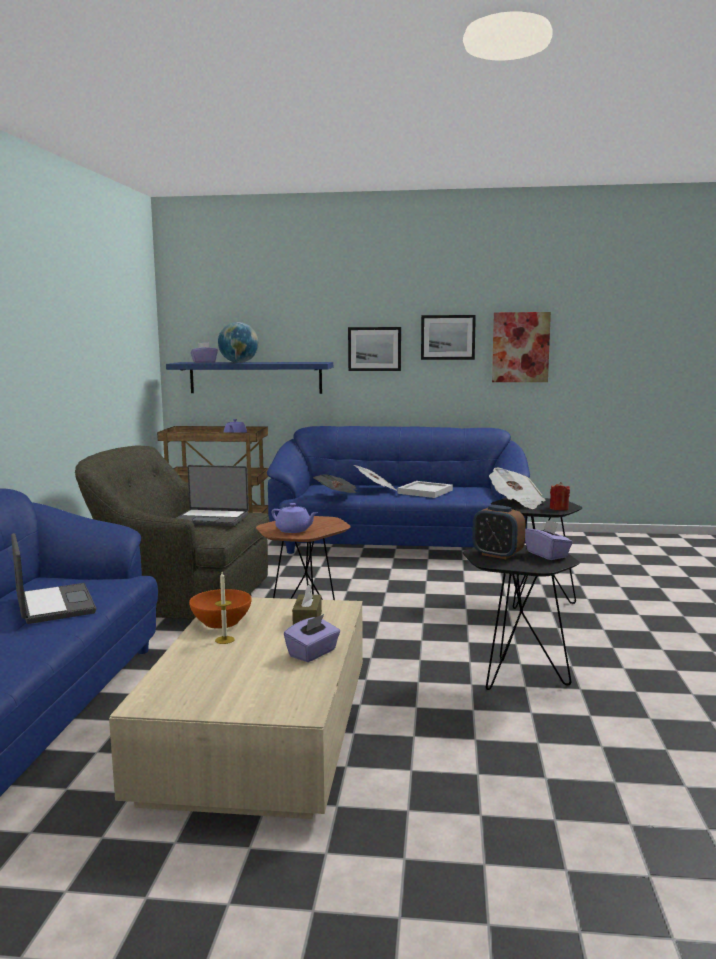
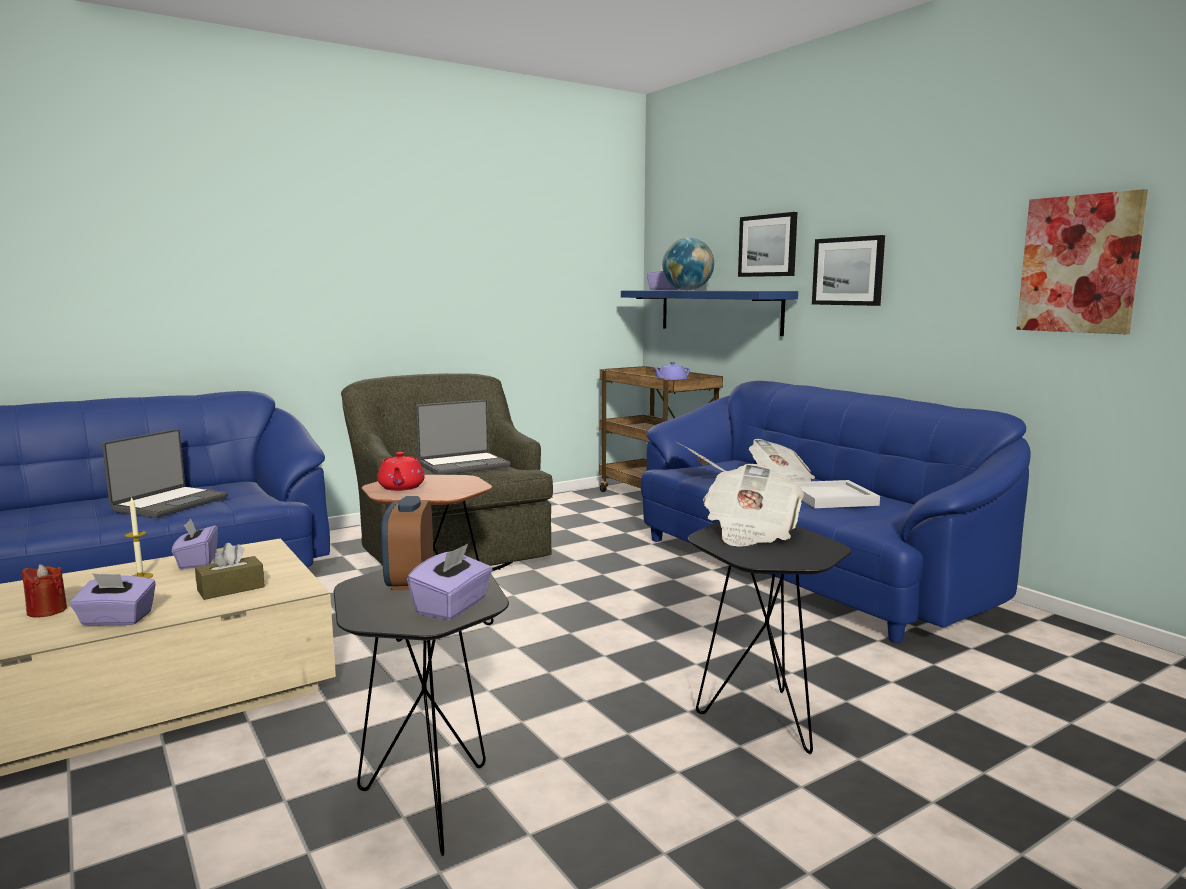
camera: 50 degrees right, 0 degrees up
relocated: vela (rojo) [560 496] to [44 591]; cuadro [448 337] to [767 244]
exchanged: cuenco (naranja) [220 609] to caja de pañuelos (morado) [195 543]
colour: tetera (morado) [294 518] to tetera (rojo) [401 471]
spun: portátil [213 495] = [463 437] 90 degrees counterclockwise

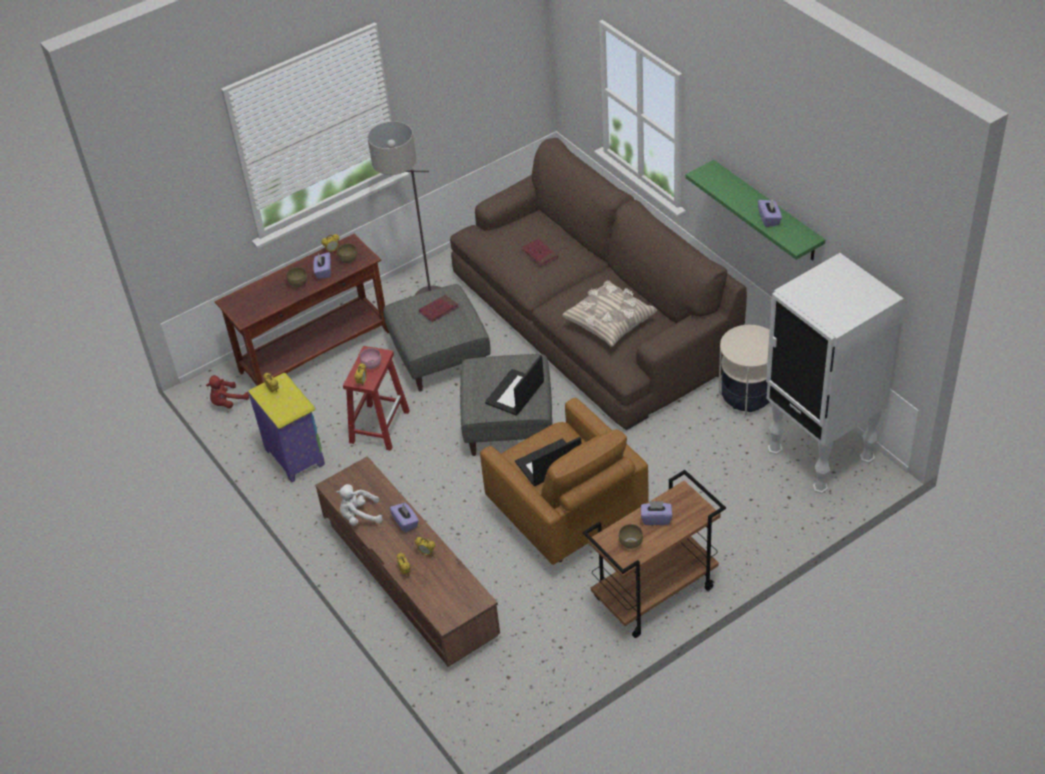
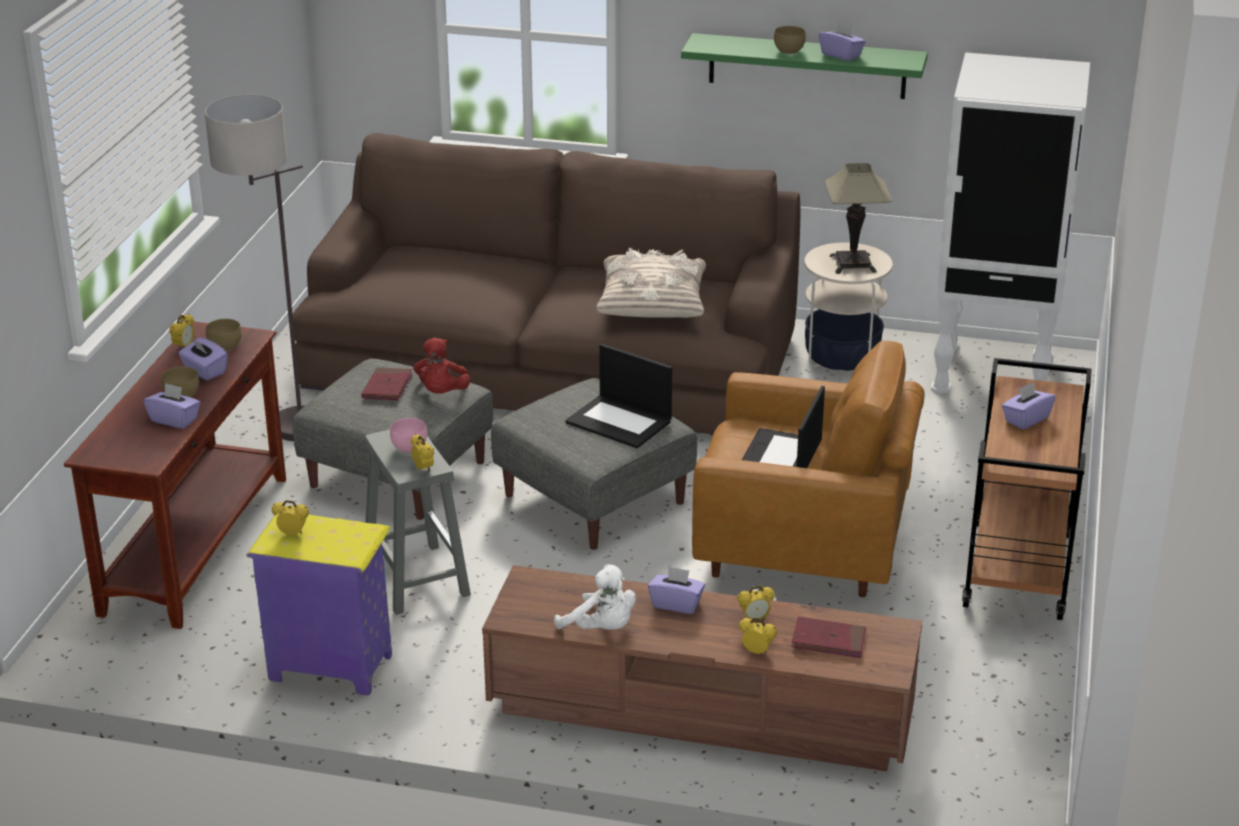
camera: 45 degrees left, 15 degrees down
appeared: caja de pañuelos (morado) [172 406]; lámpara de mesa [858 218]
relocated: peluche (rojo) [227 391] to [441 365]; cuenco (marrón) [631 536] to [790 40]; libro (rojo) [539 253] to [828 637]
colour: taburete (rojo) [376 398] to taburete (gris) [418 522]
spun: peluche (blanco) [359 505] = [595 597] 90 degrees counterclockwise; portátil [514 385] = [618 396] 45 degrees counterclockwise

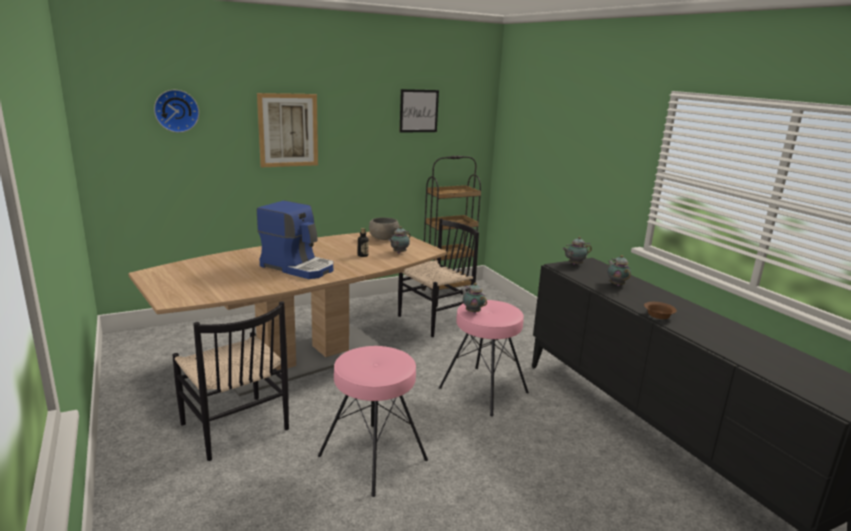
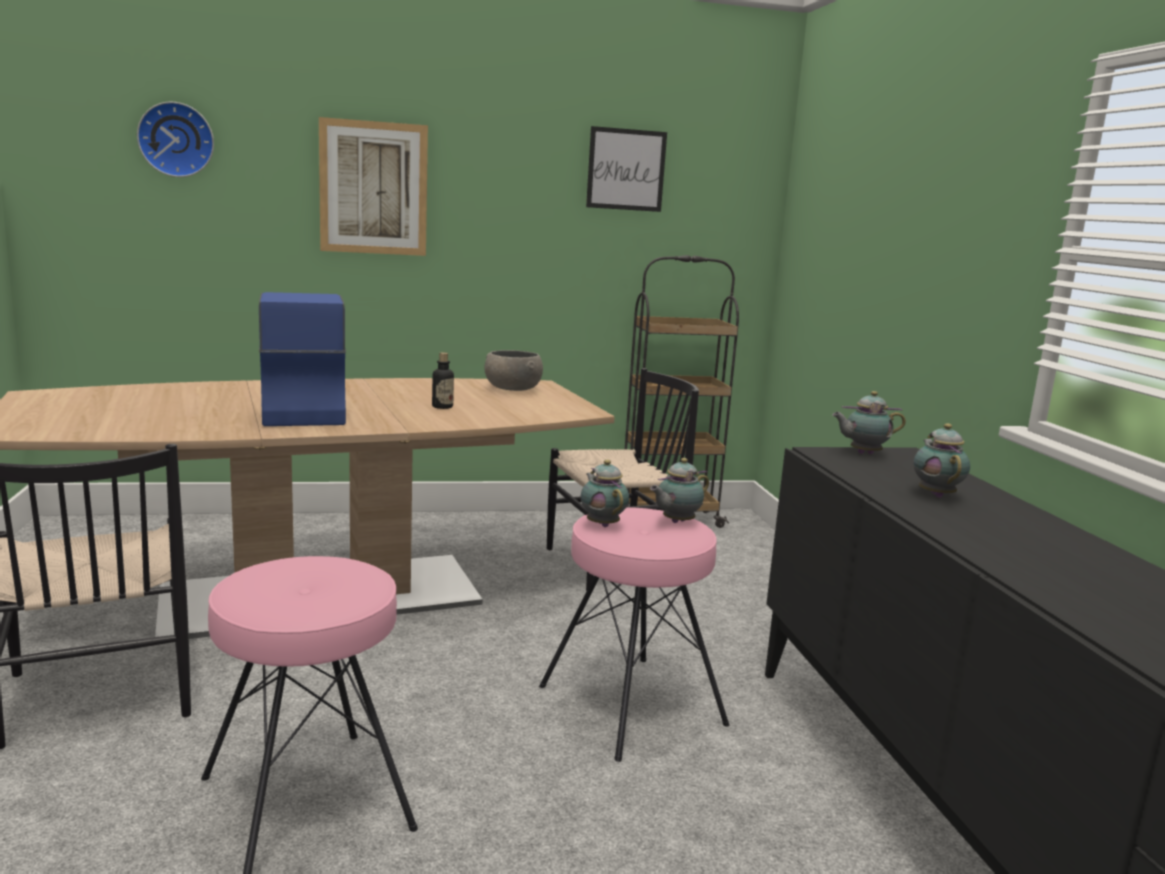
camera: 15 degrees right, 5 degrees down
missing: cuenco (marrón) [660 310]
relocated: tetera [399 239] to [679 490]
spun: cafetera [295 239] = [302 359] 150 degrees counterclockwise

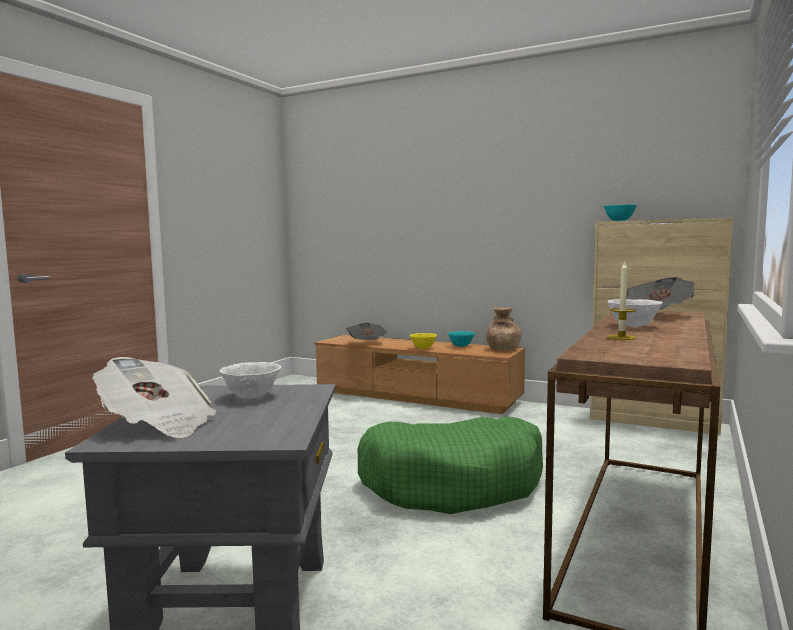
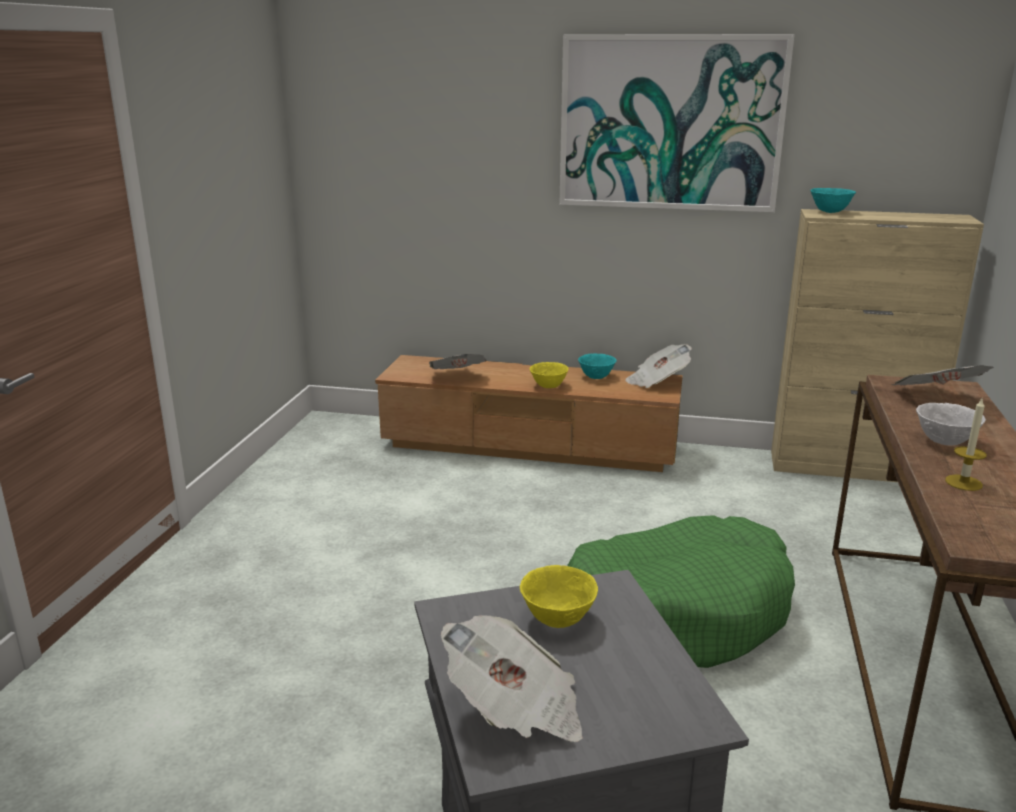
camera: 15 degrees left, 15 degrees up
appeared: cuadro [677 123]
exchanged: florero (marrón) [503 329] to periódico [658 366]
colour: cuenco (blanco) [250 380] to cuenco (amarillo) [559 596]

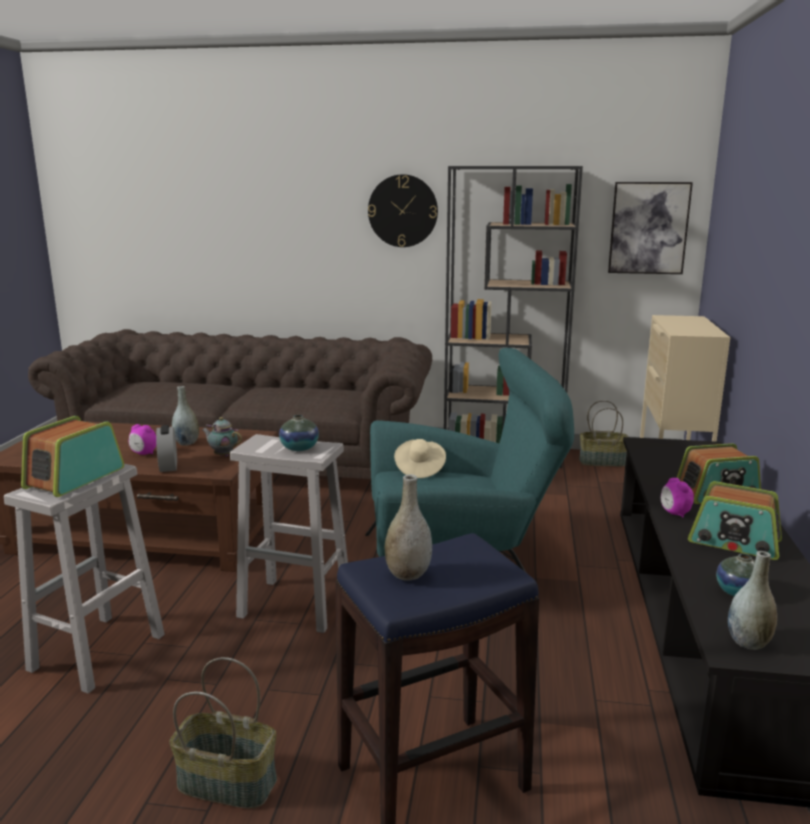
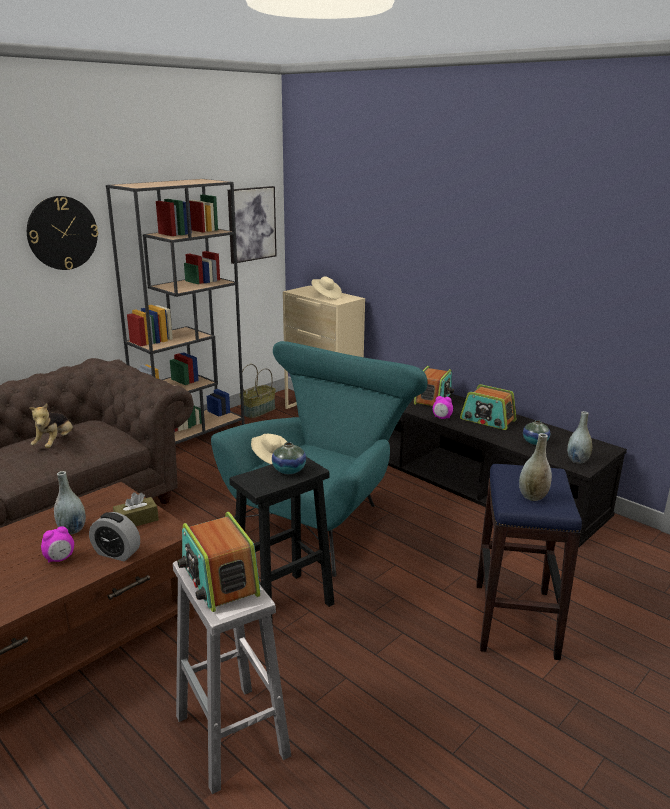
camera: 55 degrees left, 5 degrees up
missing: cesta [223 733]
appeared: peluche [51 426]; sombrero (beis) [327 287]
exchanged: tetera [222 437] to caja de pañuelos (marrón) [136 509]
colour: taburete (blanco) [289 533] to taburete (negro) [281 541]
spun: radio [735 520] = [488 407] 60 degrees clockwise

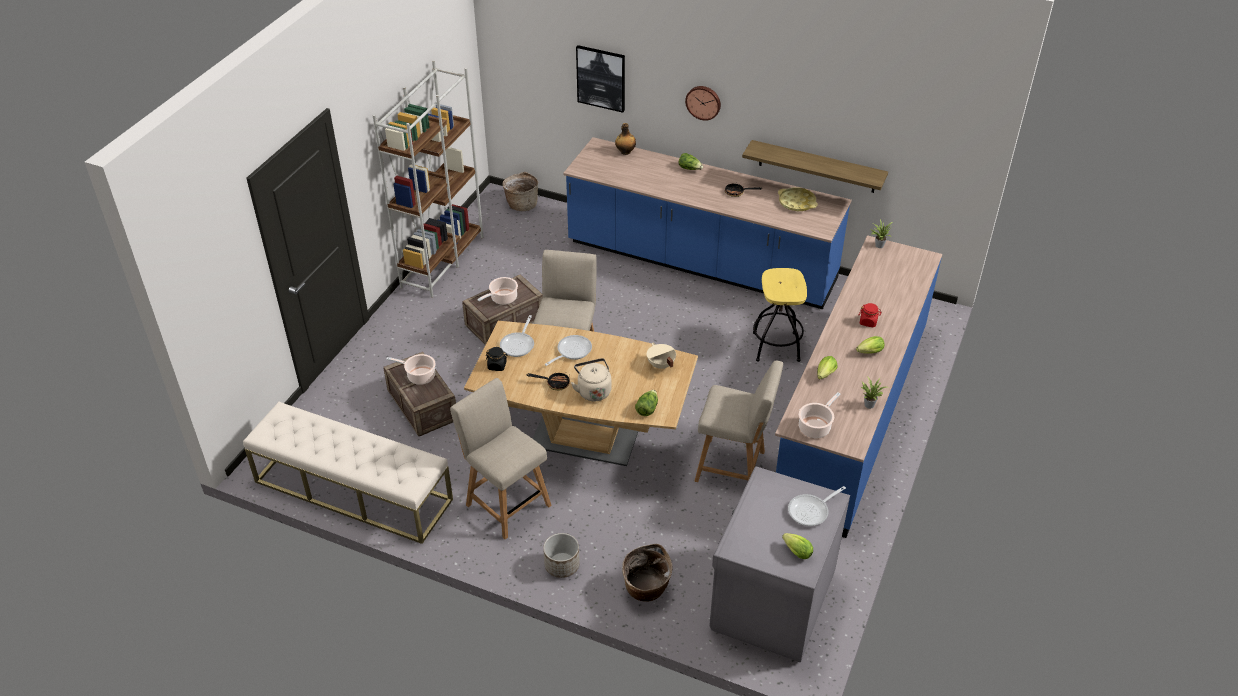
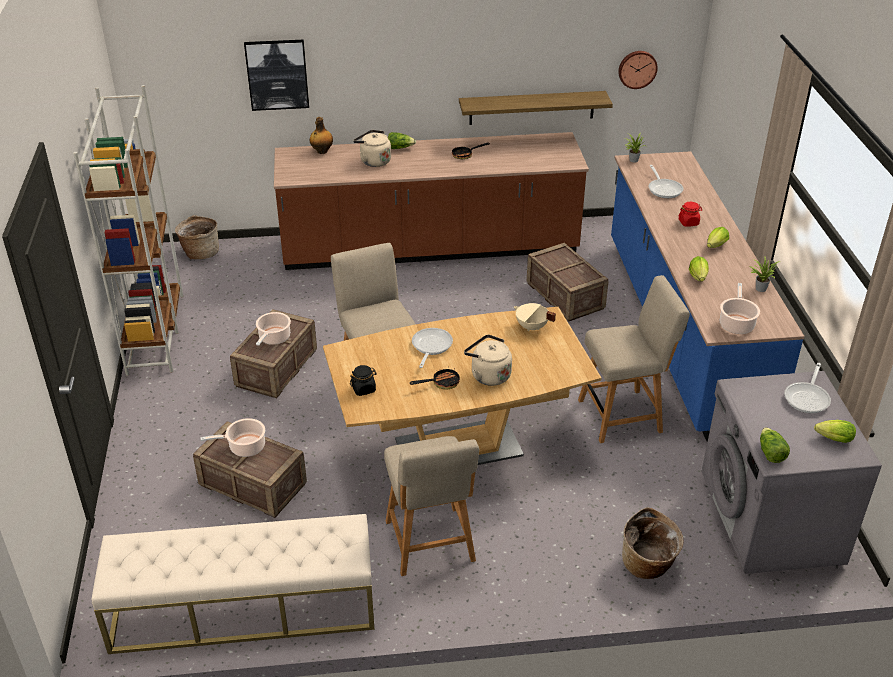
camera: 30 degrees left, 5 degrees down
missing: maceta [561 555]; bandeja (amarillo) [798 199]
appeared: hervidor (beis) [372 148]
relocated: reloj de pared [703 103] to [638 70]; sartén [517 336] to [666 181]; lechuga [646 403] to [775 445]
exchanged: taburete (amarillo) [780 315] to caja de embalaje [568 282]
colour: mueble bajo de cocina (azul) [707 223] to mueble bajo de cocina (marrón) [431 201]
spun: silla (beis) [501 458] = [431 506] 120 degrees counterclockwise

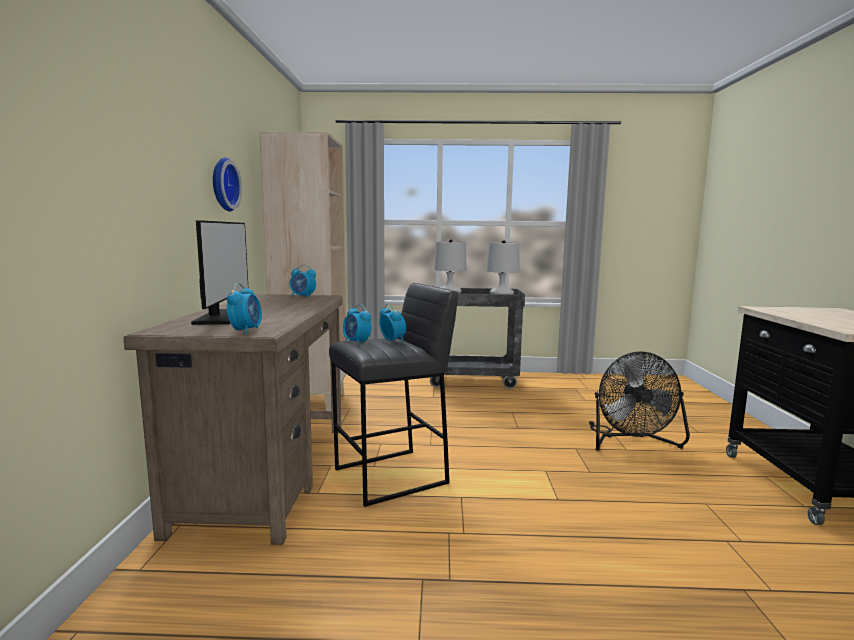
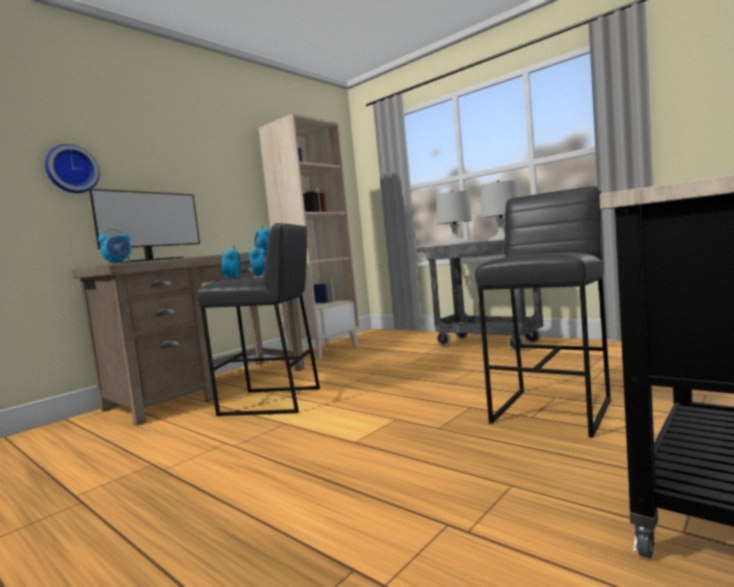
camera: 40 degrees right, 5 degrees down
relocated: reloj de pared [227 184] to [72 168]
exchanged: ventilador (negro) [639 401] to taburete (gris) [543 312]

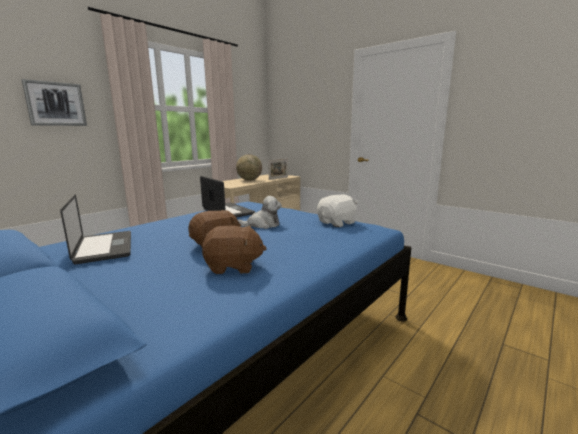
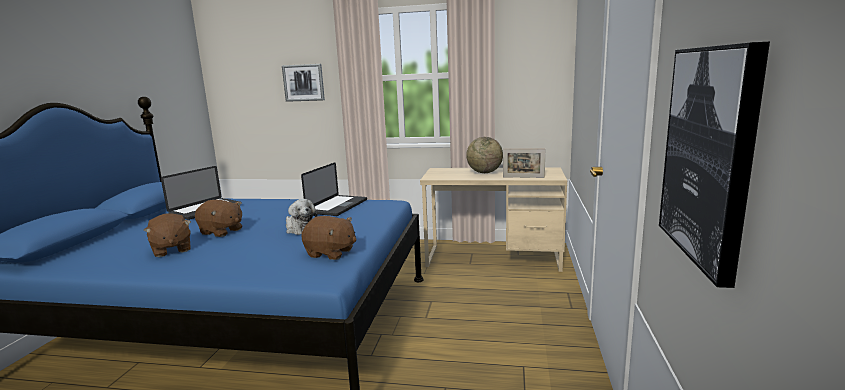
camera: 60 degrees right, 0 degrees up
appeared: cuadro [714 165]
colour: peluche (blanco) [337 210] to peluche (marrón) [329 238]

